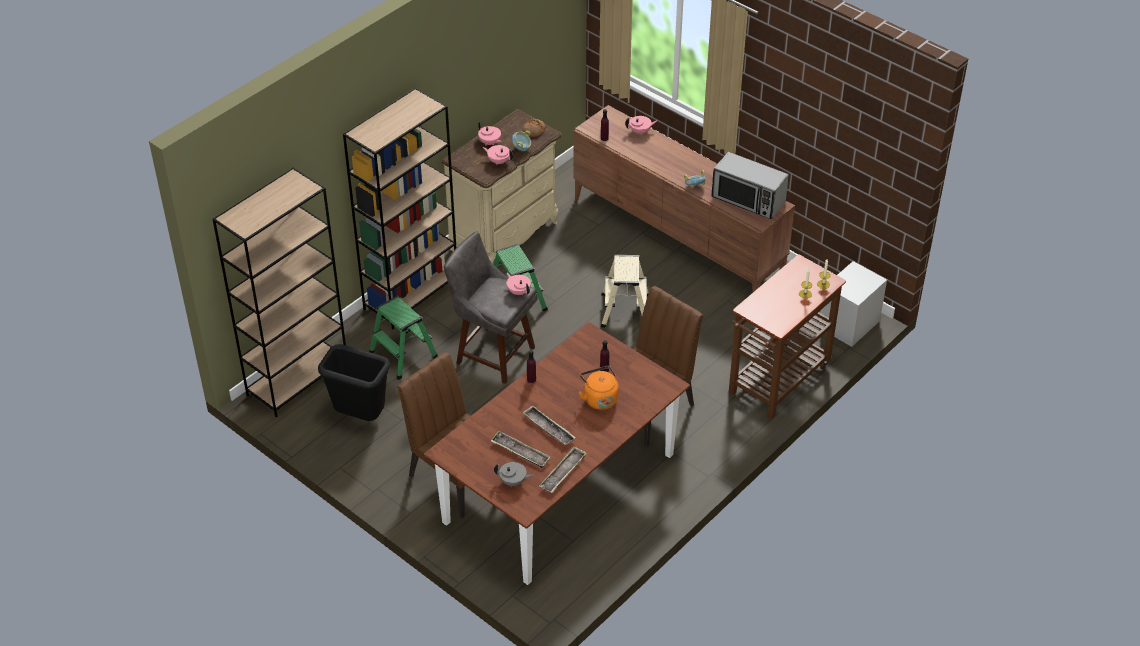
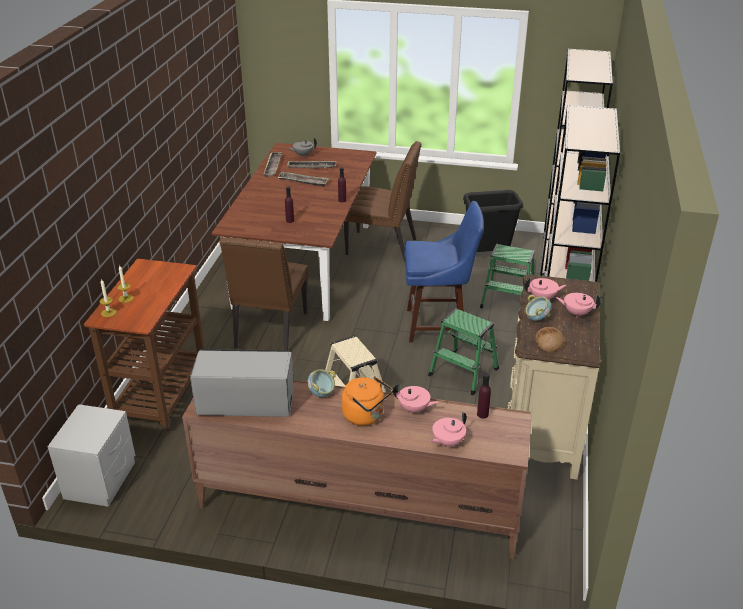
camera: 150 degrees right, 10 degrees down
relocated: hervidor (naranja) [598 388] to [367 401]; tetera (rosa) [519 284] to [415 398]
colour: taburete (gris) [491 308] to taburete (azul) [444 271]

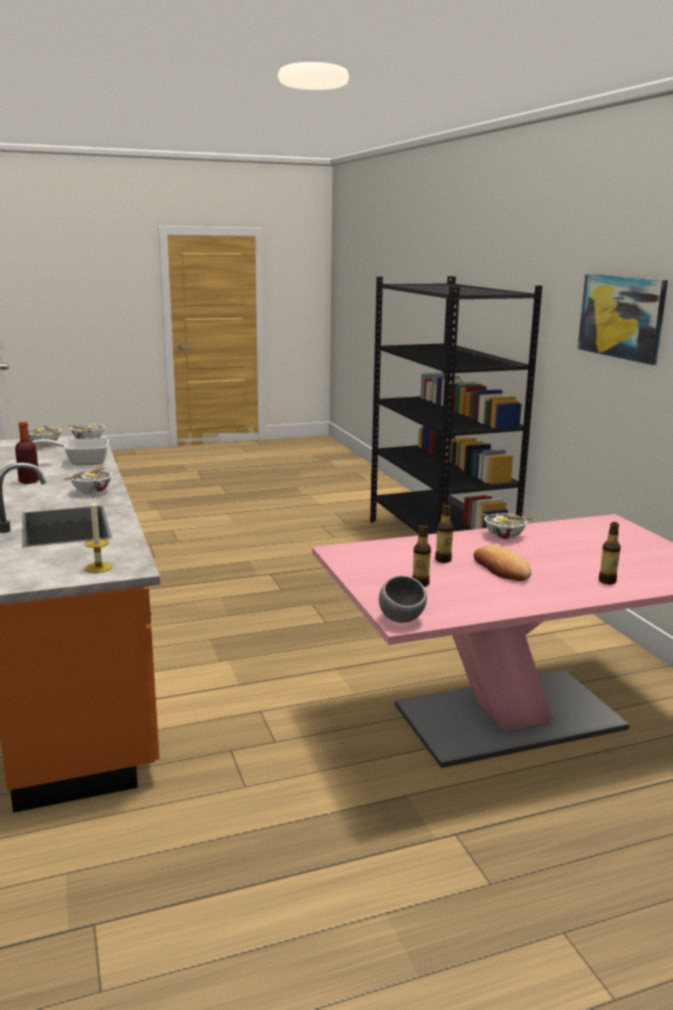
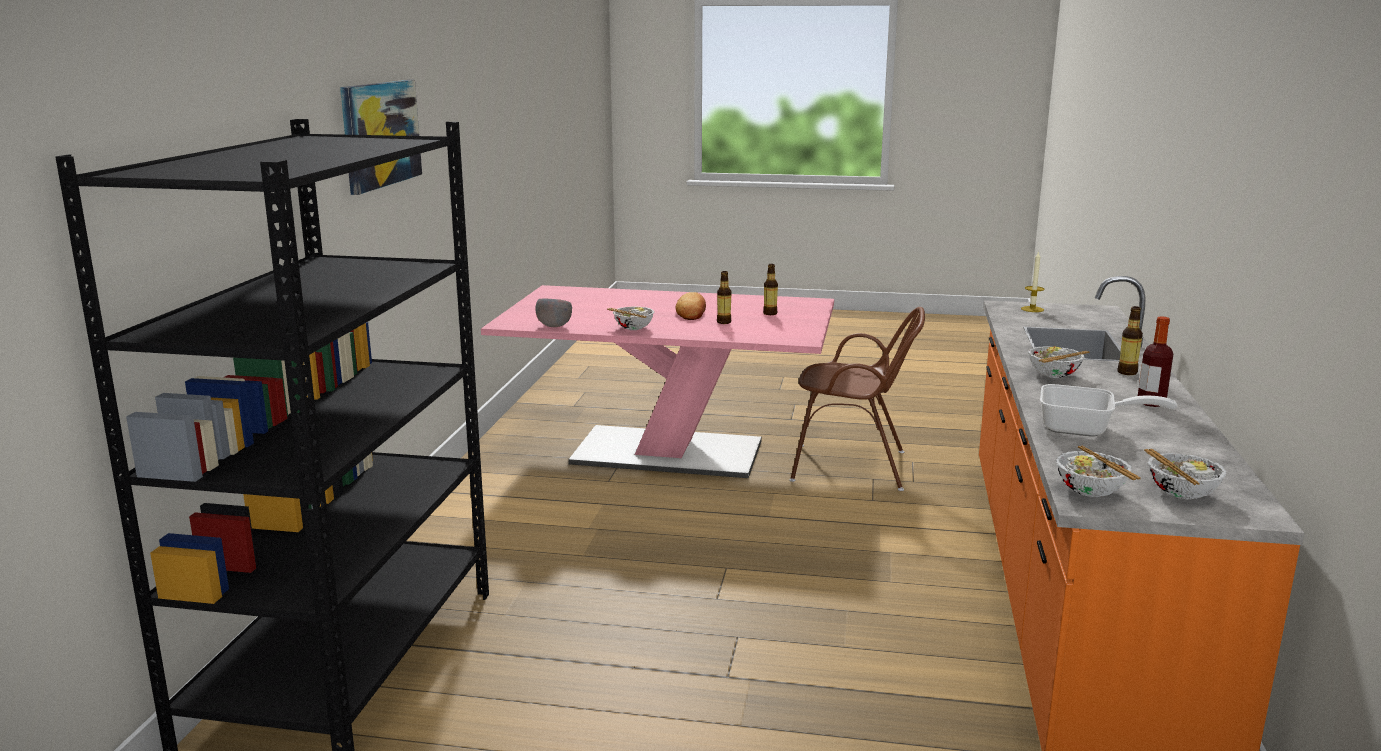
camera: 150 degrees left, 0 degrees up
appeared: silla (marrón) [857 399]
relocated: cuenco (gris) [403 599] to [553 313]; botella [610 553] to [1130 340]

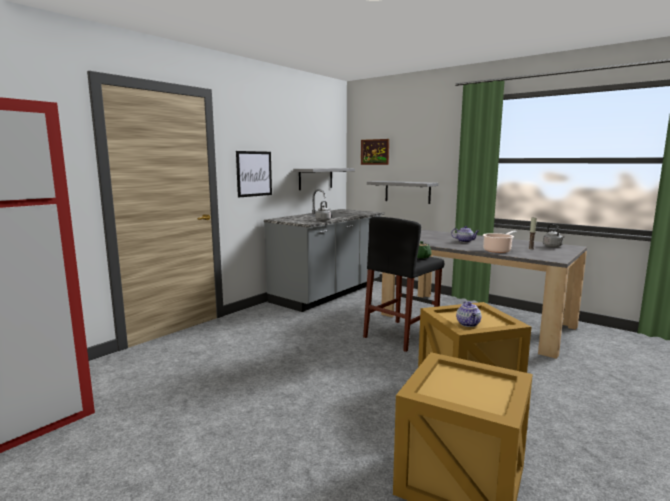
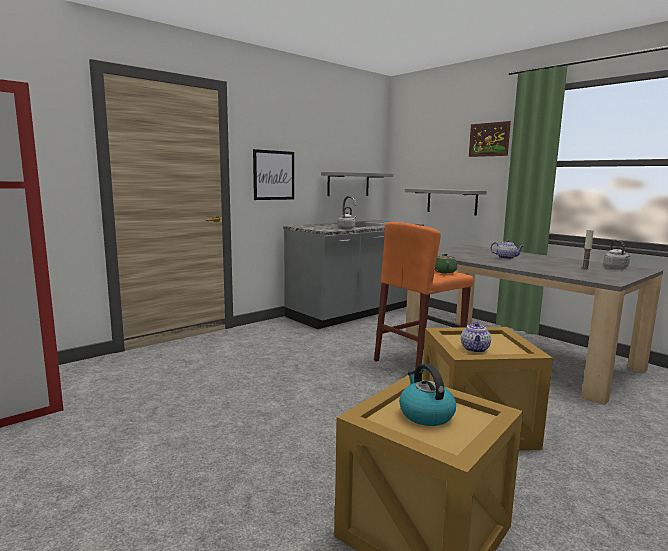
camera: 10 degrees right, 0 degrees up
missing: olla [500 242]
appeared: hervidor [427 394]
relocated: cuadro [375 152] to [490 139]
colour: taburete (negro) [403 284] to taburete (naranja) [424 296]

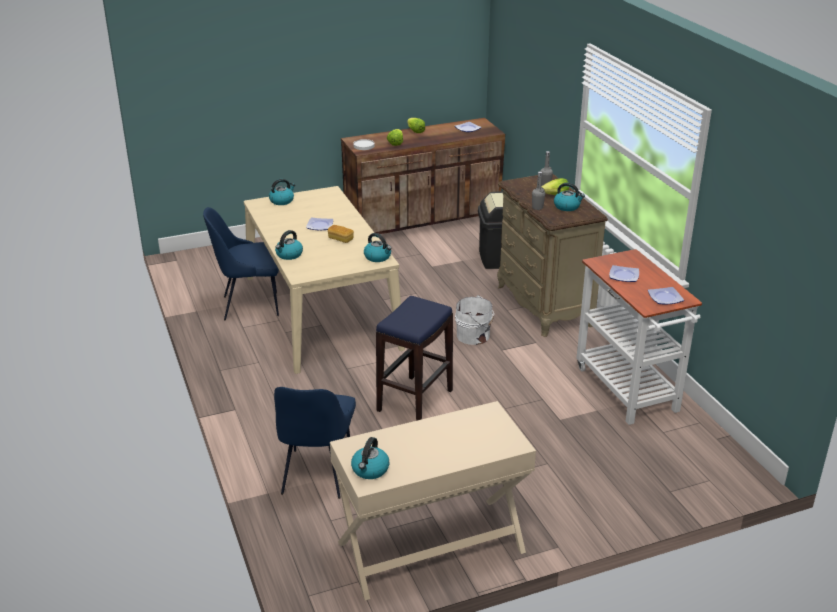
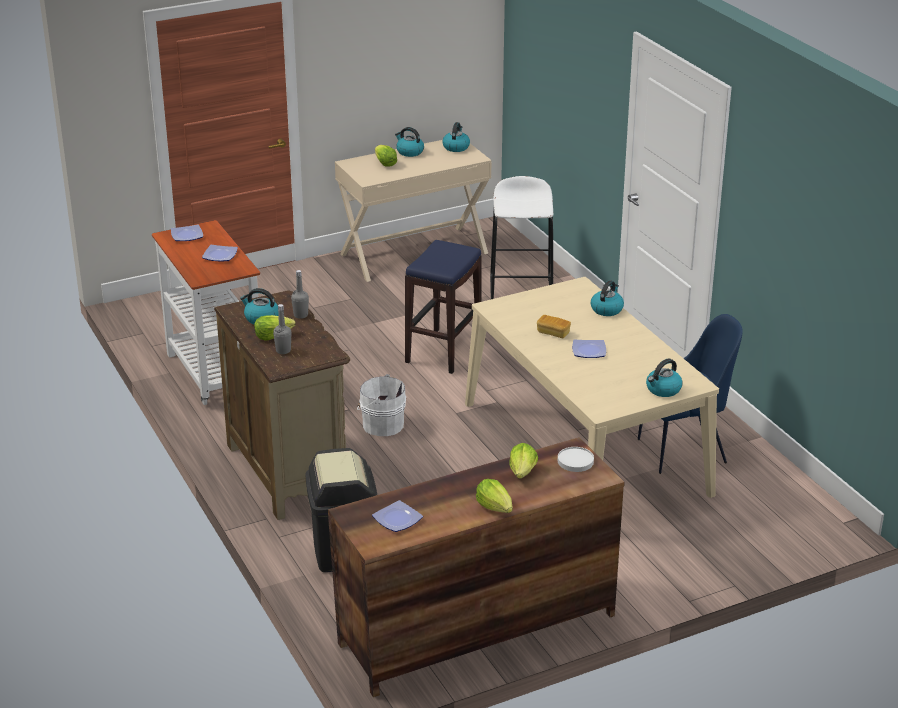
camera: 175 degrees right, 0 degrees up
appeared: lechuga [386 156]
relocated: hervidor [378 247] to [409 142]
exchanged: silla (azul) [315 443] to taburete (blanco) [521 237]

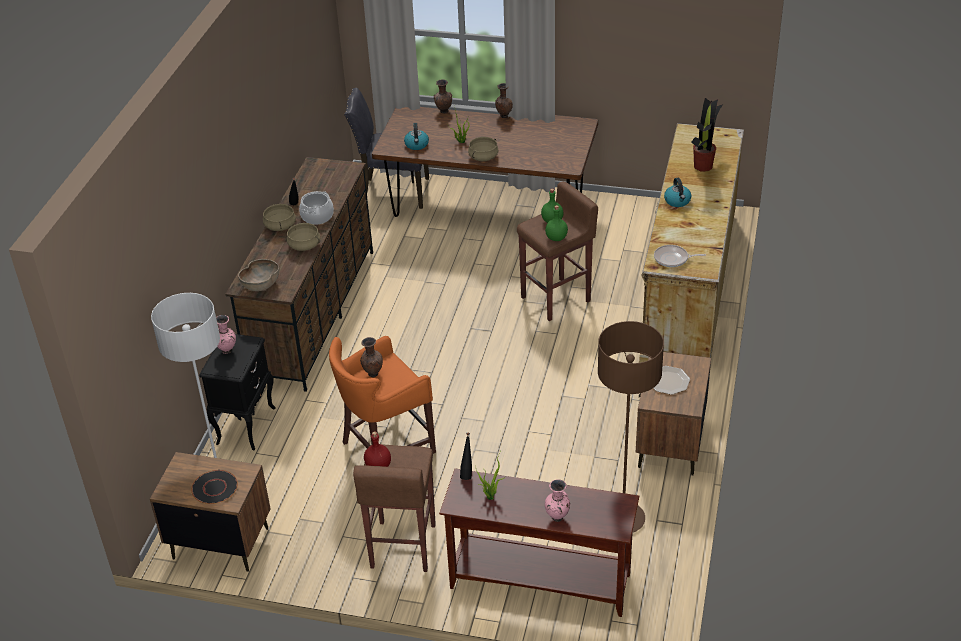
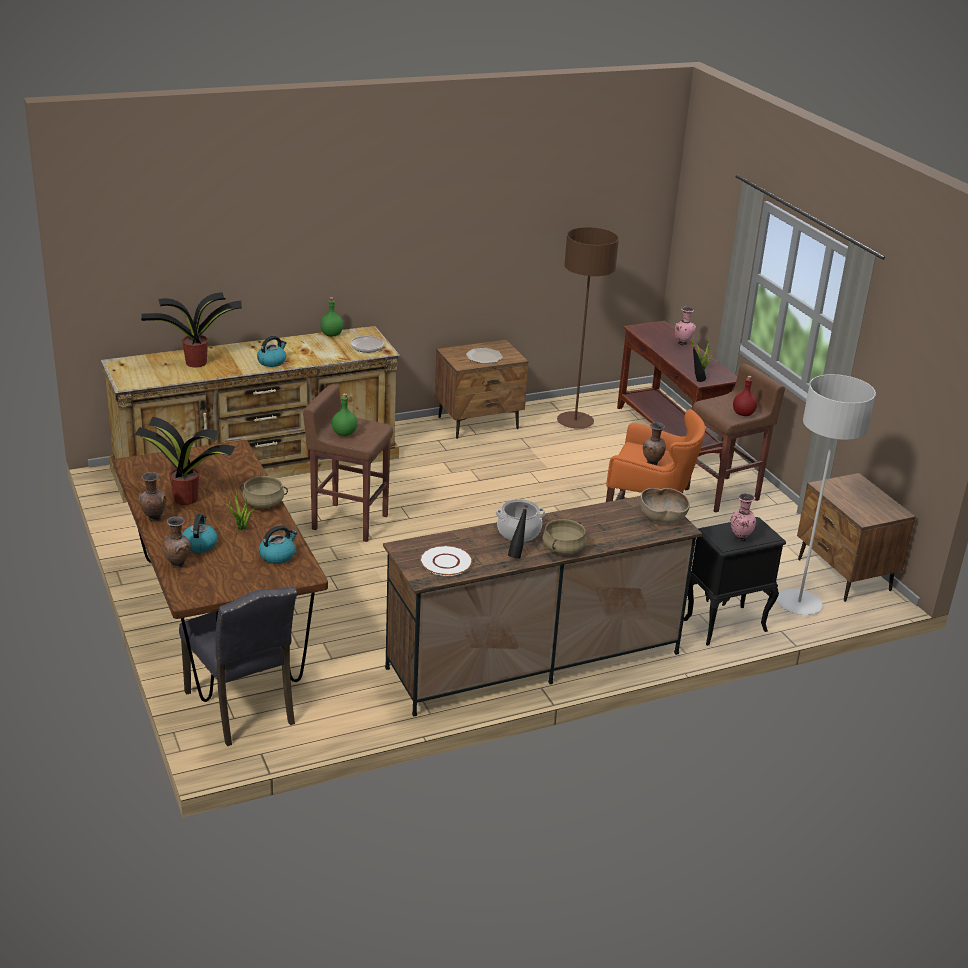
camera: 130 degrees left, 10 degrees down
missing: plato (negro) [214 487]; olla (beis) [303 237]
appeared: planta en maceta [184 461]; hervidor [200 533]; plato (blanco) [446 561]
relocated: botella (verde) [556 223] to [331 316]

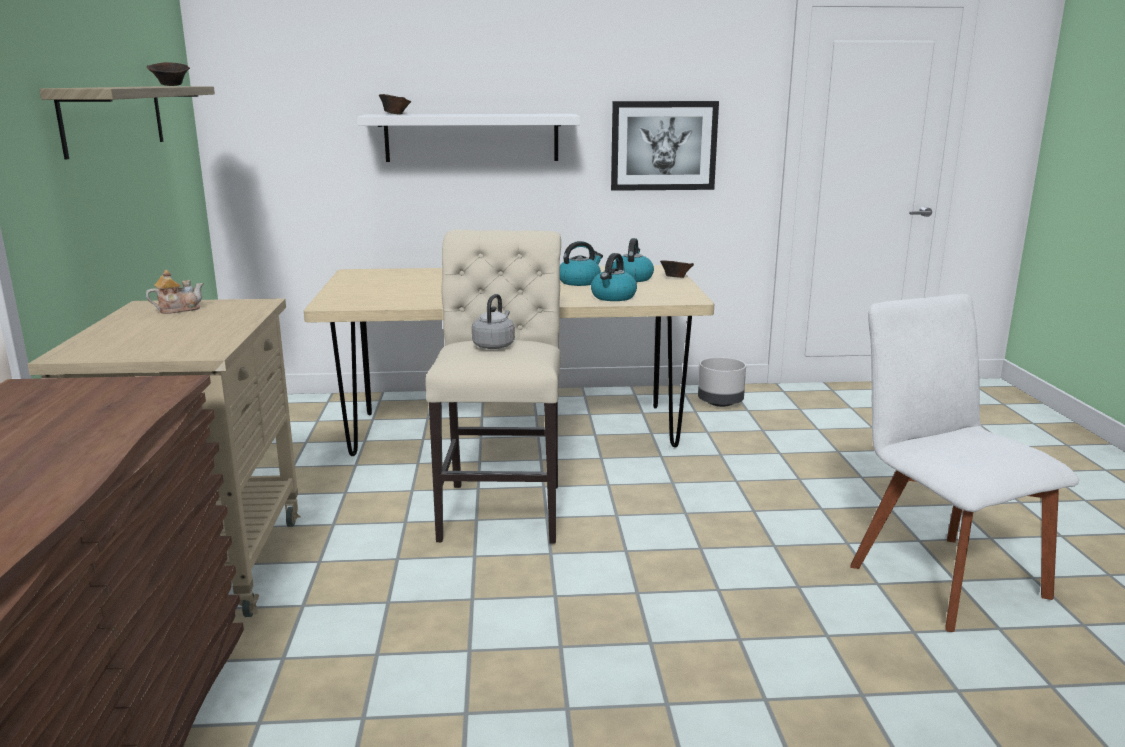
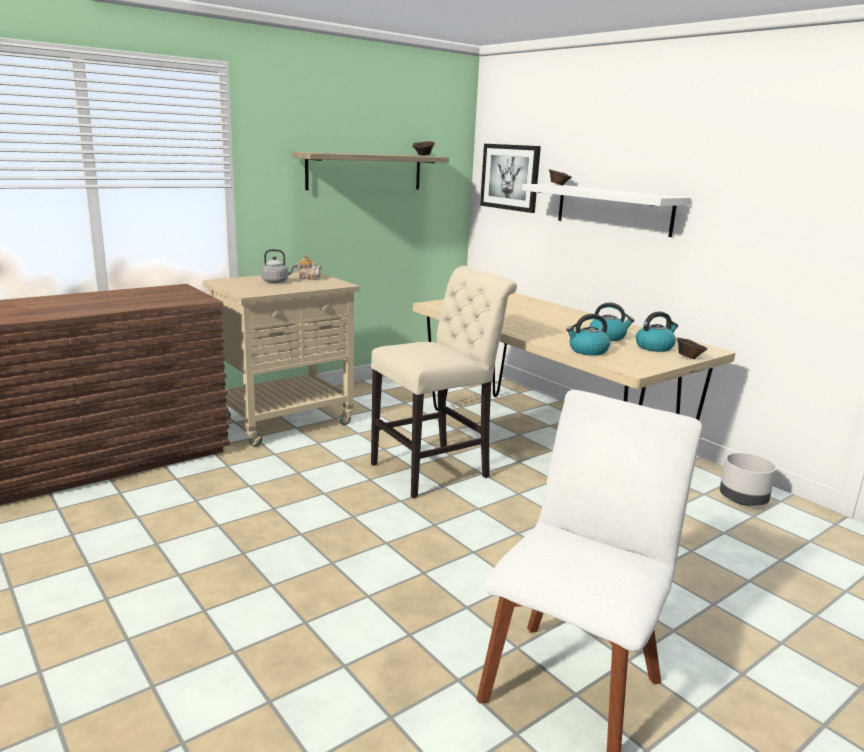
camera: 55 degrees right, 0 degrees up
relocated: hervidor (gris) [493 321] to [278 266]; cuadro [665 146] to [510 178]

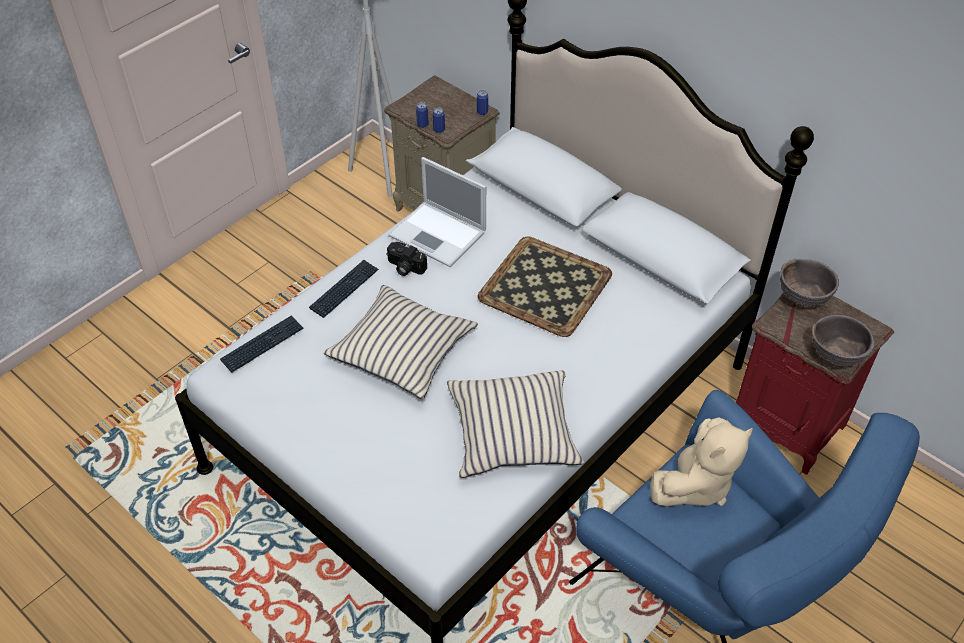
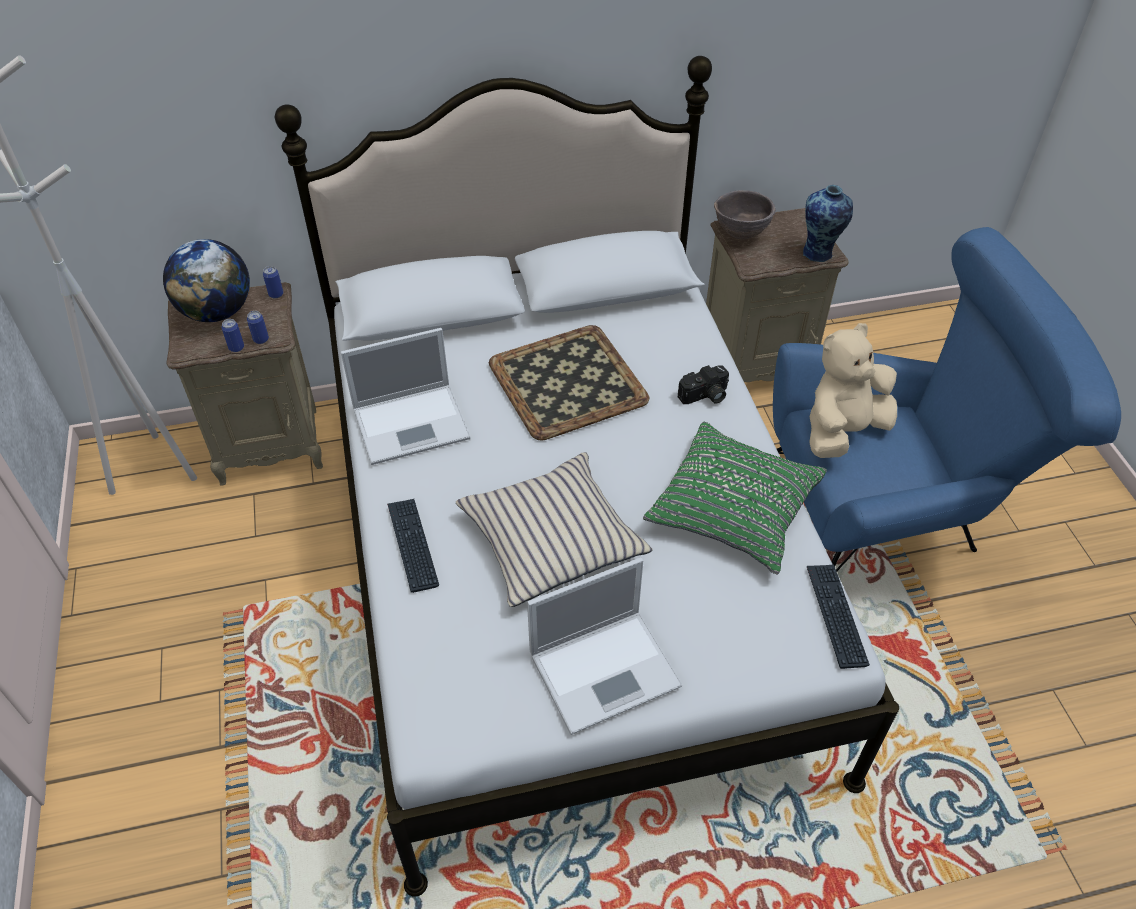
camera: 55 degrees left, 0 degrees up
appeared: globo terráqueo [206 280]; portátil [604 646]
relocated: cámara [406 259] to [703 384]; teclado [261 344] to [838 616]
exchanged: cuenco (marrón) [843 341] to florero [828 223]
colour: cojín (beis) [515 424] to cojín (verde) [735 498]; mesita de noche (rojo) [815 384] to mesita de noche (beis) [777 295]
spun: peluche (beis) [701 462] = [853 390] 120 degrees counterclockwise

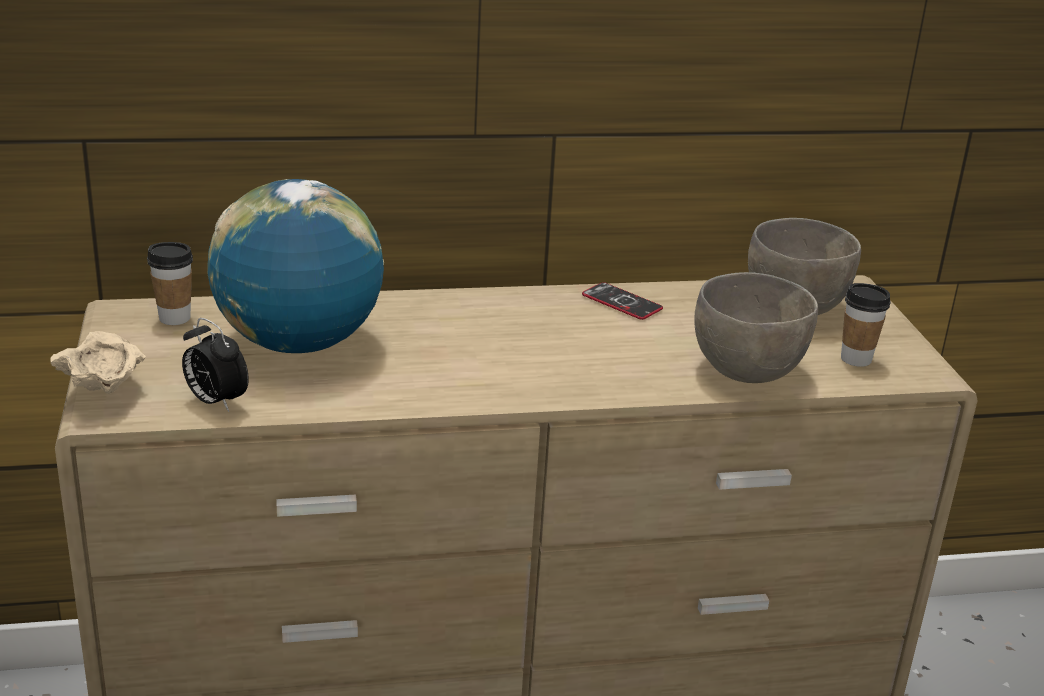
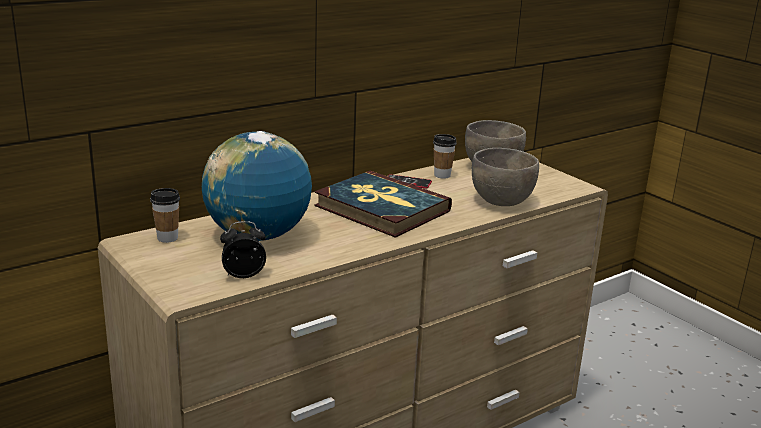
camera: 25 degrees left, 5 degrees down
missing: cuenco (beis) [98 362]
appeared: libro [383 204]
relocated: taza [866 325] to [445 156]
spun: despertador [215 365] = [243 249] 150 degrees clockwise

